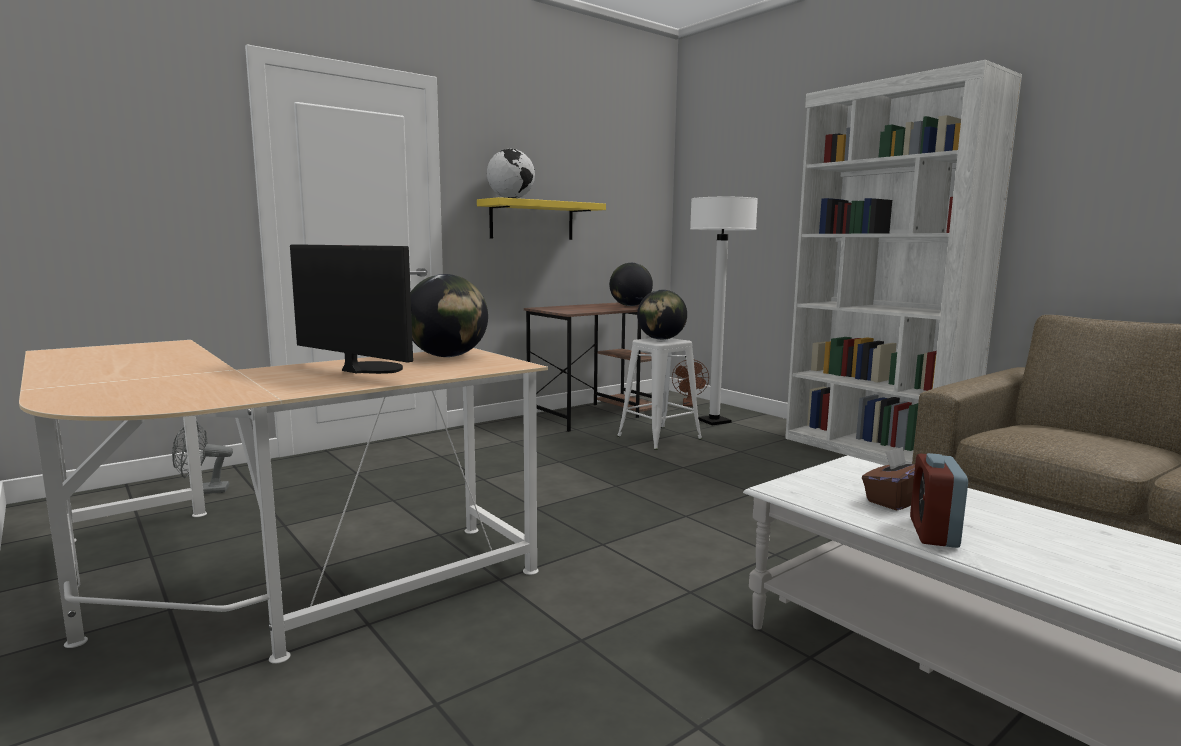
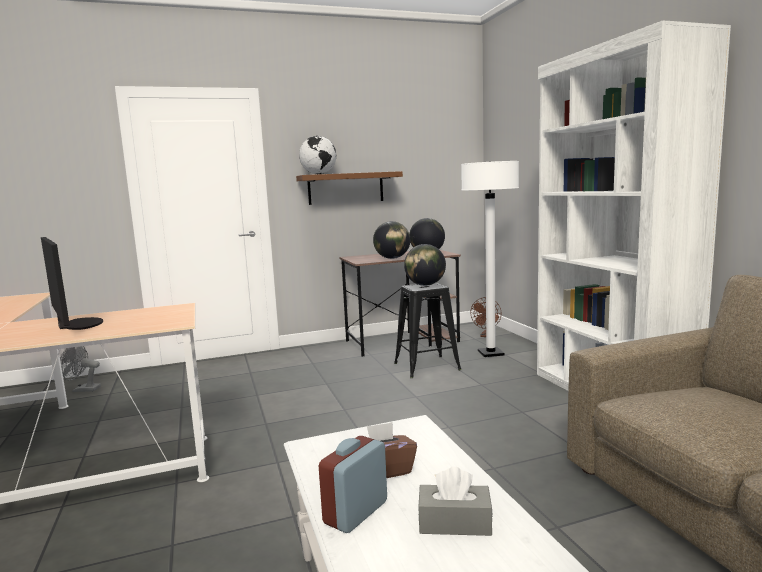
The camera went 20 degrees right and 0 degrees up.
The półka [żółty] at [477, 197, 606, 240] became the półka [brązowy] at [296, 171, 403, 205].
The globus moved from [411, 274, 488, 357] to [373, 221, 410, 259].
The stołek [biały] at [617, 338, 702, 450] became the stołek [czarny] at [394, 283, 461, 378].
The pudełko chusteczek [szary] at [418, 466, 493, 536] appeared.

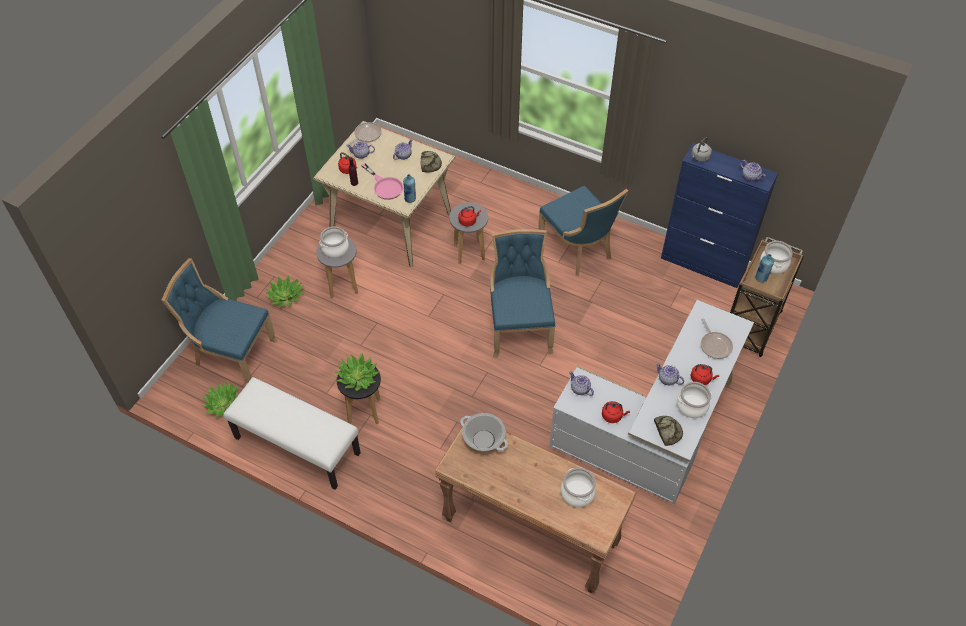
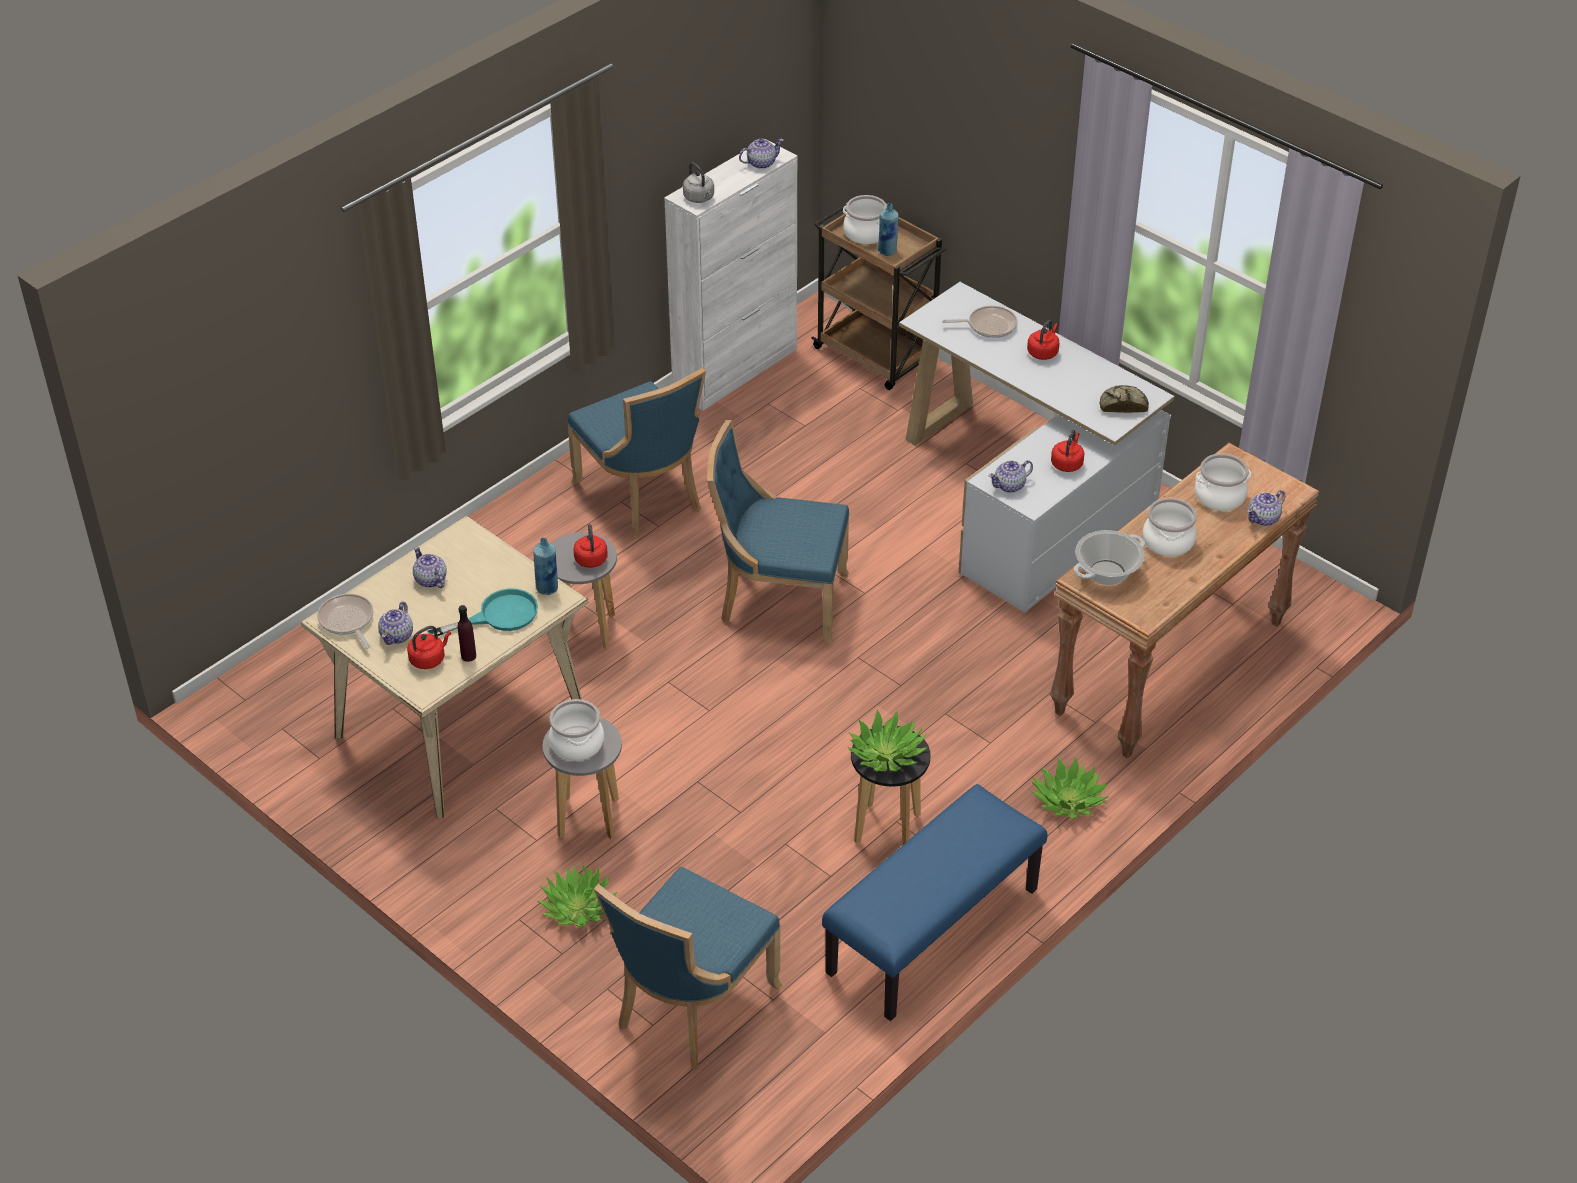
The camera went 75 degrees left and 10 degrees down.
The patelnia [różowy] at [361, 163, 403, 200] became the patelnia [turkusowy] at [427, 588, 538, 636].
The krzesło [niebieski] at [538, 186, 628, 276] turned 75 degrees clockwise.
The szafka [niebieski] at [661, 143, 778, 288] became the szafka [biały] at [664, 142, 797, 411].
The ławka [biały] at [223, 377, 360, 490] became the ławka [niebieski] at [822, 784, 1047, 1021].
The roślina doniczkowa moved from [201, 382, 239, 417] to [1032, 757, 1108, 819].
The garnek moved from [677, 382, 712, 418] to [1143, 498, 1197, 557].
The imbryk moved from [655, 363, 684, 385] to [1247, 490, 1285, 526].
The chleb at [421, 151, 442, 173] disappeared.

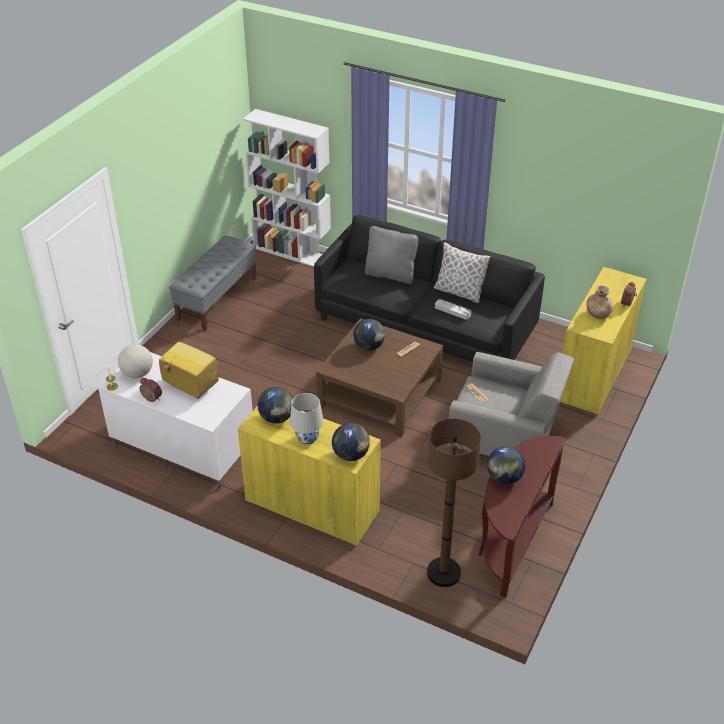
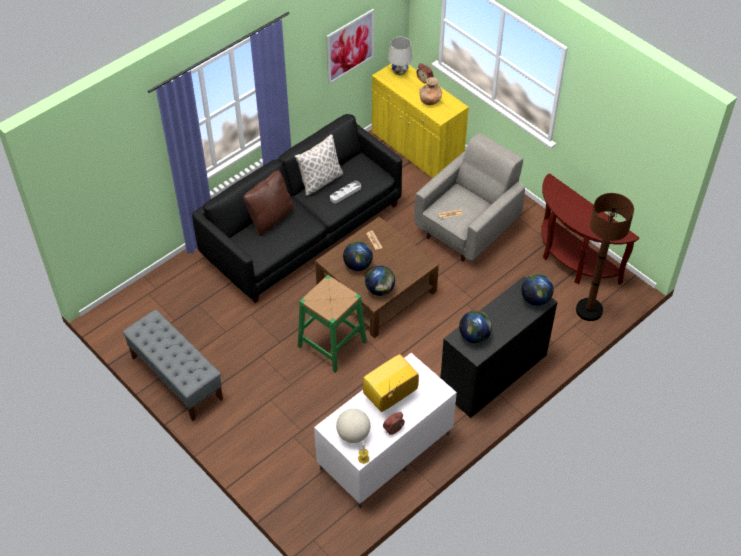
The camera went 70 degrees left and 10 degrees up.
The poduszka [szary] at [365, 226, 418, 284] became the poduszka [brązowy] at [243, 170, 294, 236].
The stołek [zielony] at [298, 275, 367, 373] appeared.
The obraz at [326, 9, 374, 84] appeared.
The globus moved from [487, 446, 526, 484] to [365, 266, 395, 296].
The lampa stołowa [biały] moved from [290, 393, 324, 444] to [388, 37, 412, 75].
The szafka [żółty] at [238, 406, 381, 546] became the szafka [czarny] at [440, 276, 558, 418].
The regał [biały] at [243, 109, 331, 267] disappeared.

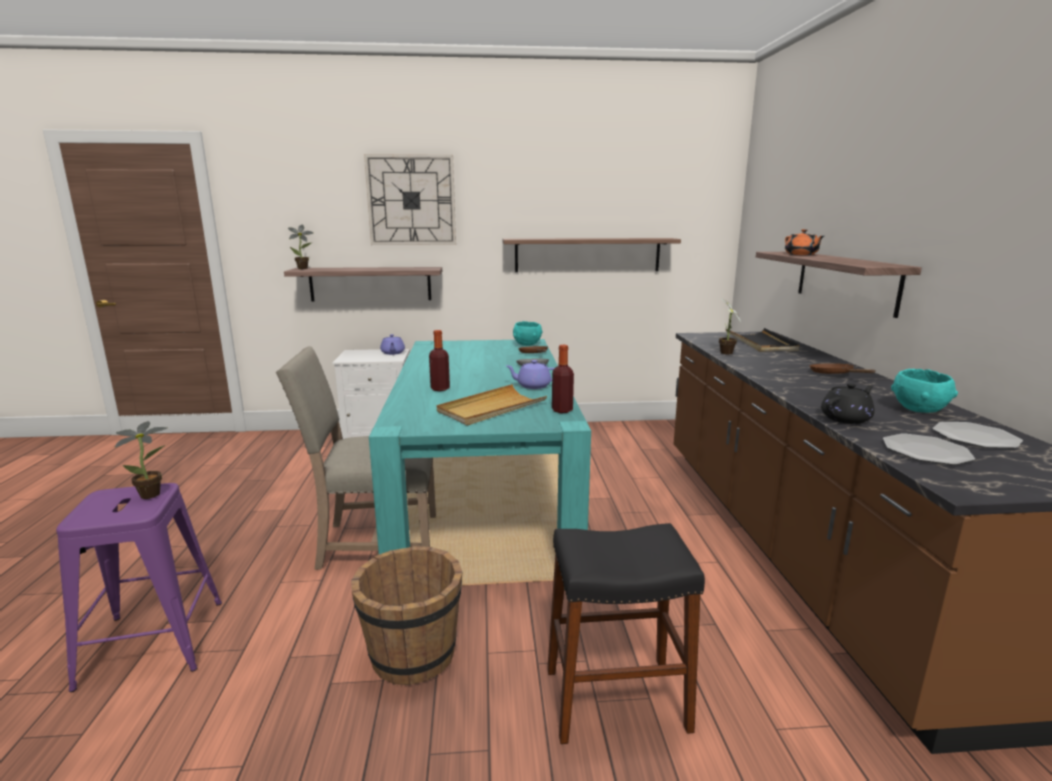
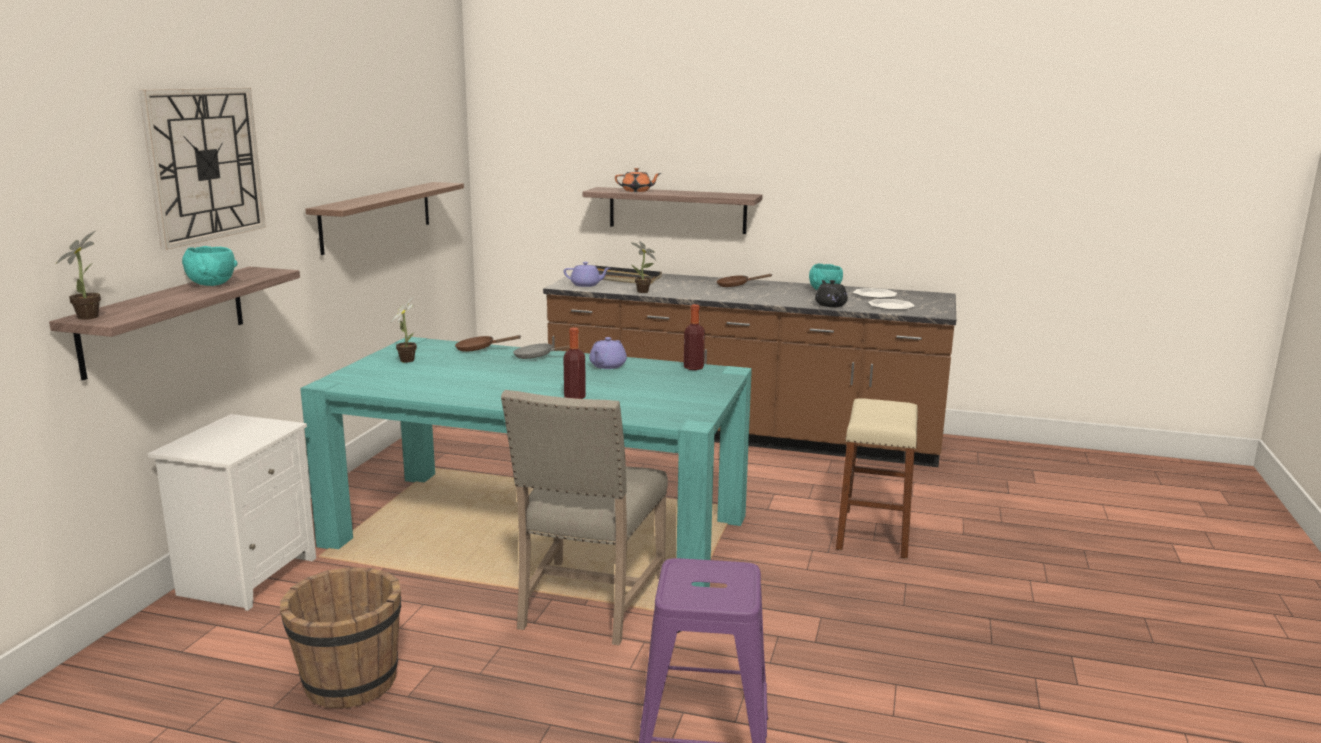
The camera went 70 degrees left and 0 degrees up.
The miska [turkusowy] moved from [513, 321, 543, 346] to [182, 246, 237, 286].
The wiadro [brązowy] moved from [351, 546, 463, 685] to [280, 567, 401, 708].
The roślina doniczkowa moved from [114, 421, 167, 499] to [391, 297, 417, 362].
The imbryk [fioletowy] moved from [380, 334, 405, 355] to [564, 262, 610, 287].
The stołek [czarny] at [547, 523, 705, 744] became the stołek [beżowy] at [836, 398, 918, 559].
The taca [beżowy] at [437, 384, 547, 426] disappeared.

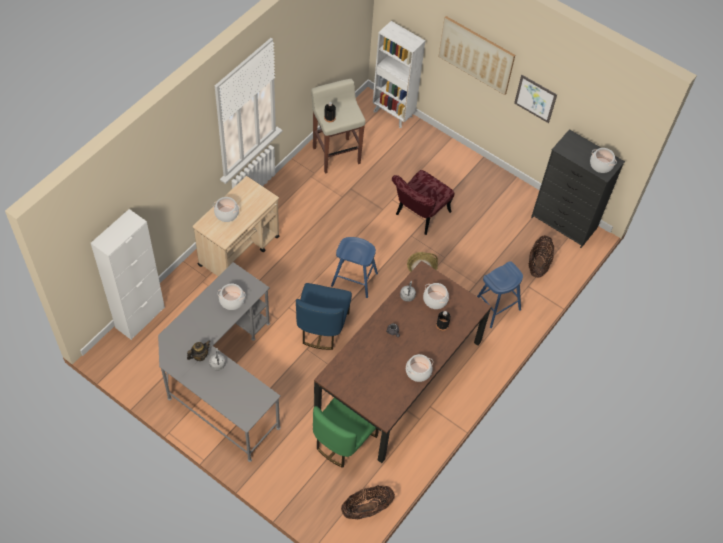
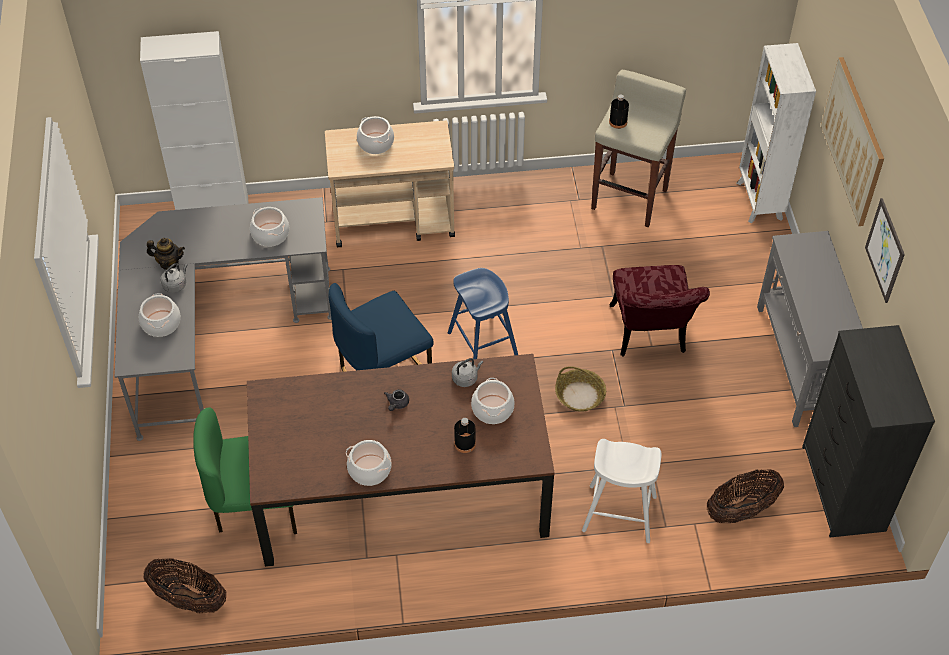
The camera went 50 degrees right and 5 degrees down.
The garnek moved from [590, 148, 617, 173] to [138, 293, 181, 337].
The stołek [niebieski] at [477, 261, 523, 328] became the stołek [biały] at [582, 439, 661, 543].
The krzesło [czerwony] at [392, 170, 454, 235] turned 90 degrees counterclockwise.
The stolik konsolowy [szary] at [757, 231, 863, 427] appeared.

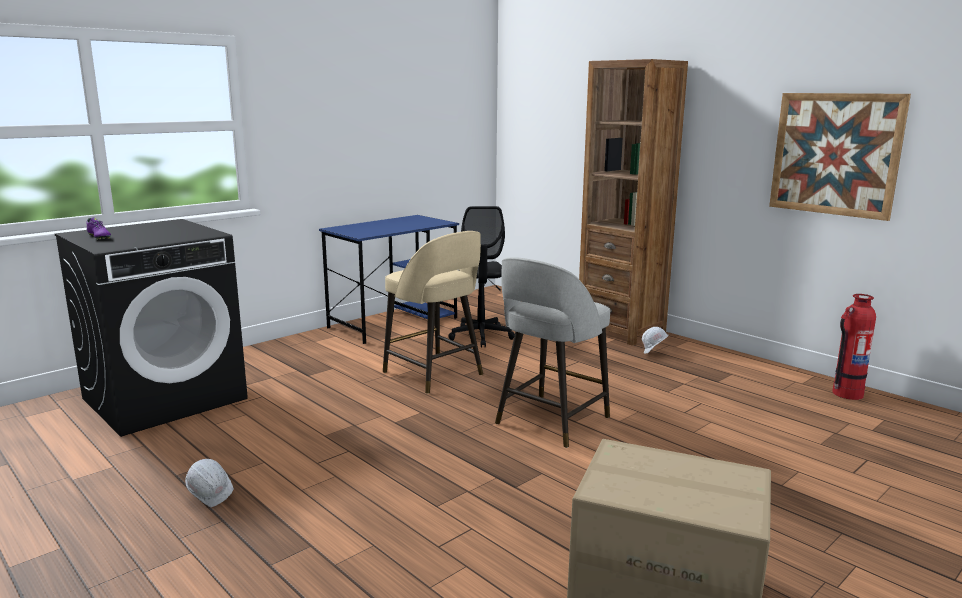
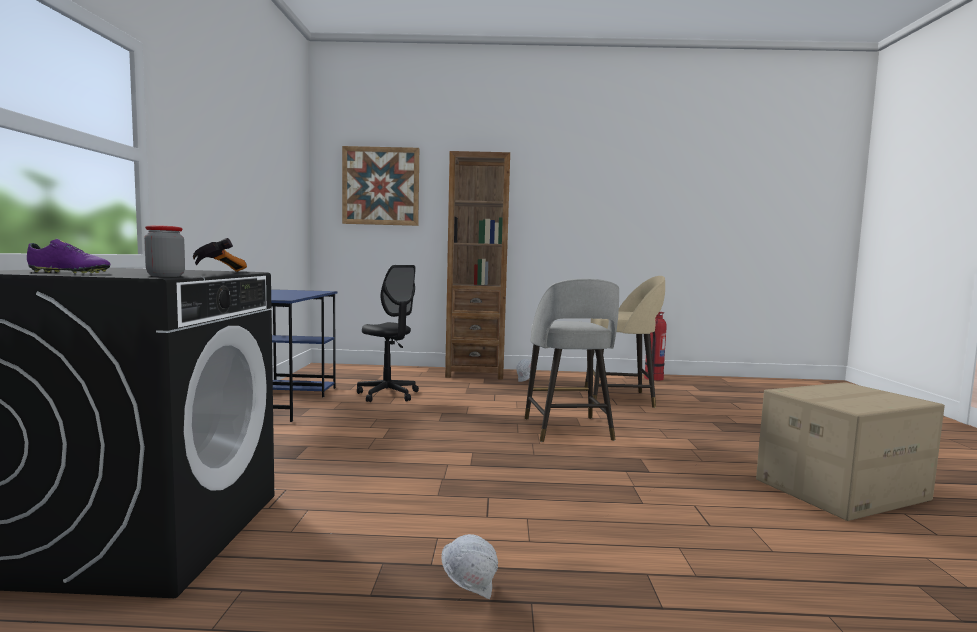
The camera went 45 degrees left and 10 degrees down.
The słoik at [144, 225, 185, 277] appeared.
The młotek at [193, 238, 247, 272] appeared.
The obraz moved from [769, 93, 911, 221] to [342, 146, 419, 226].
The stołek [beżowy] moved from [383, 231, 483, 394] to [585, 276, 665, 408].

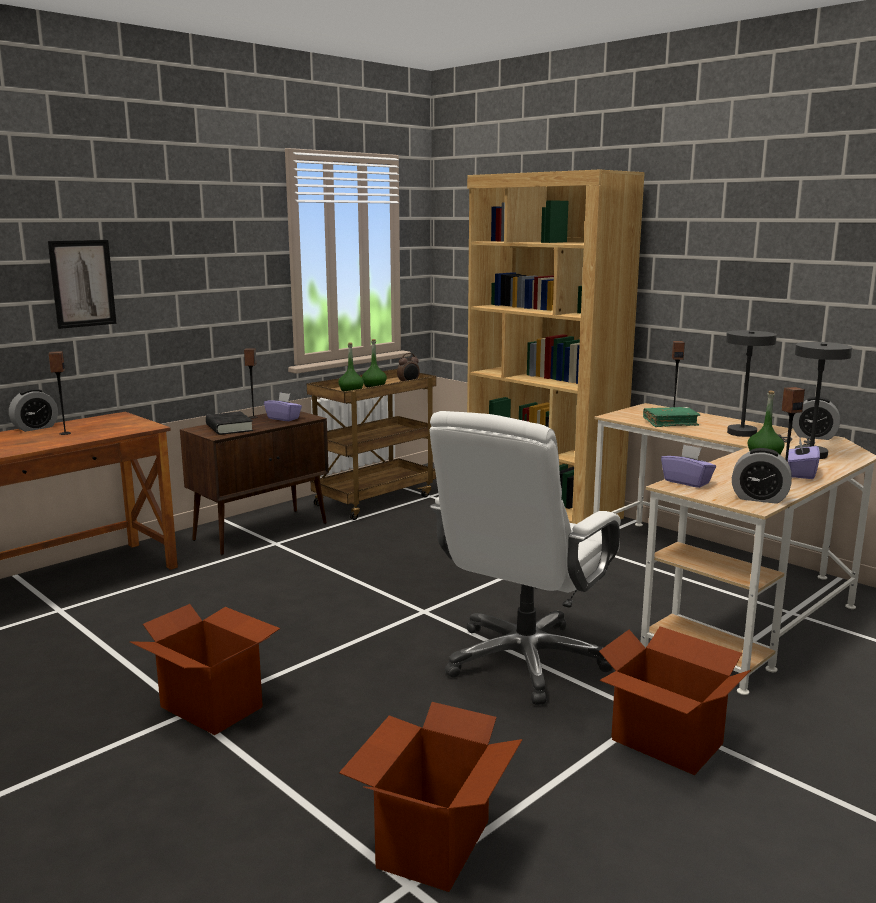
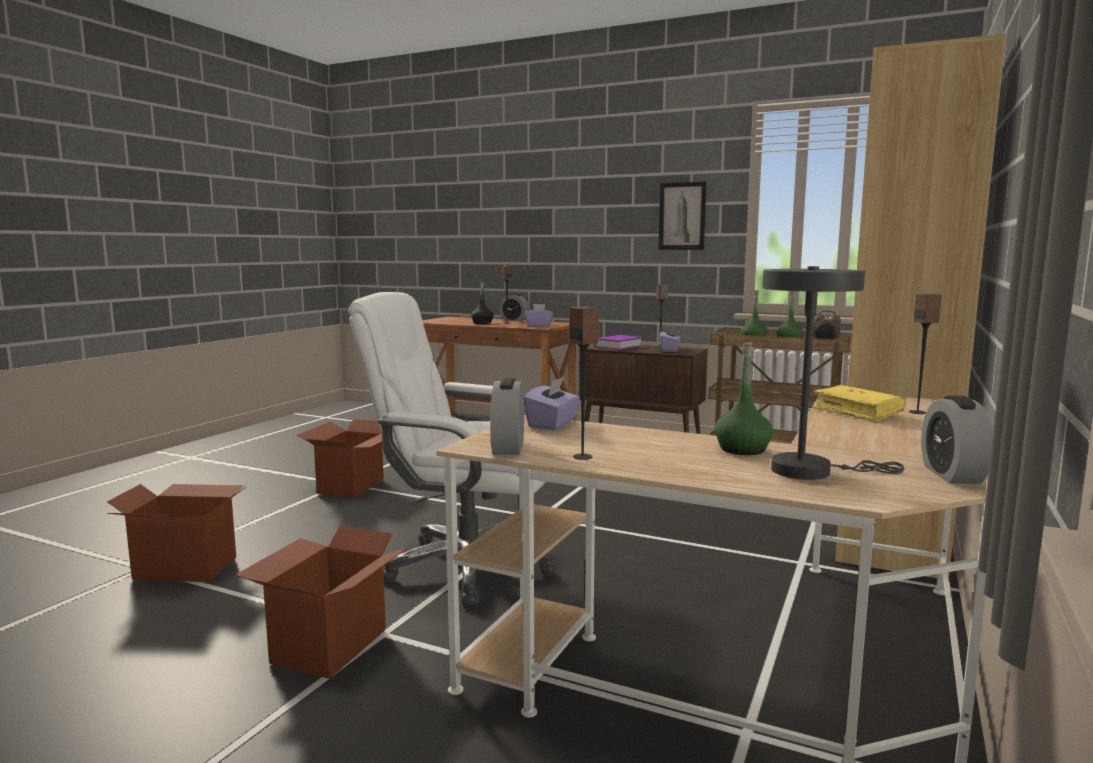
The camera went 70 degrees right and 5 degrees down.
The butelka [czarny] at [471, 281, 494, 324] appeared.
The pudełko chusteczek [fioletowy] moved from [788, 438, 820, 479] to [525, 304, 553, 327].
The książka [czarny] at [206, 411, 253, 435] became the książka [fioletowy] at [595, 335, 642, 350].
The obraz moved from [48, 240, 117, 329] to [658, 181, 706, 250].
The książka [zielony] at [643, 407, 700, 427] became the książka [żółty] at [813, 385, 906, 423].
The lampa stołowa [szary] at [726, 330, 792, 442] disappeared.

